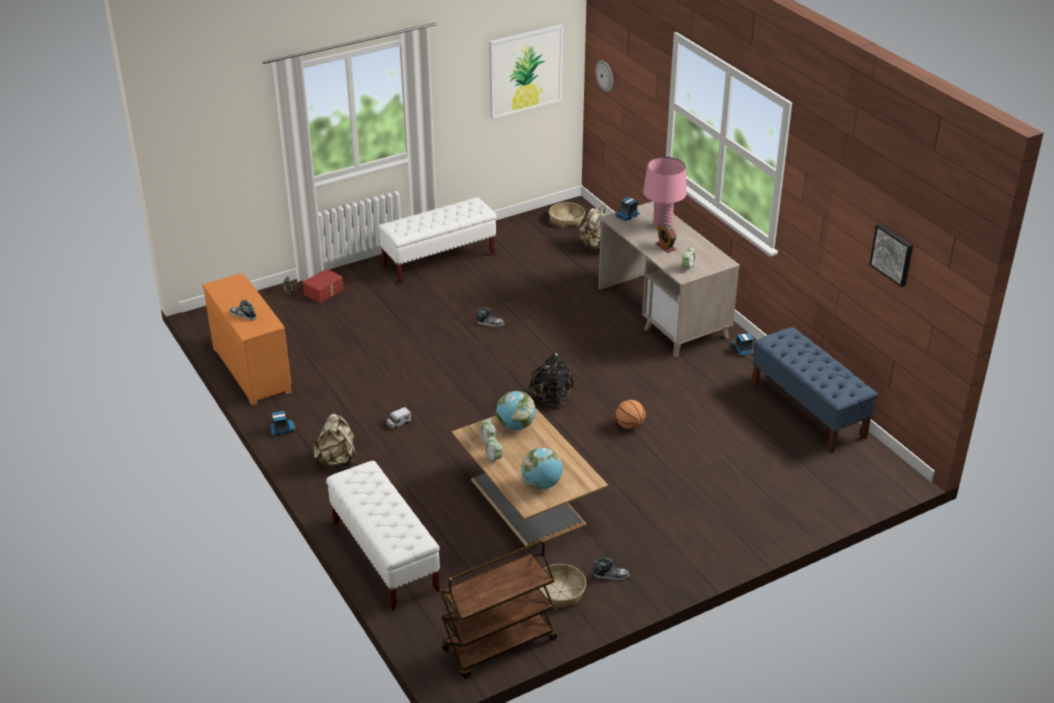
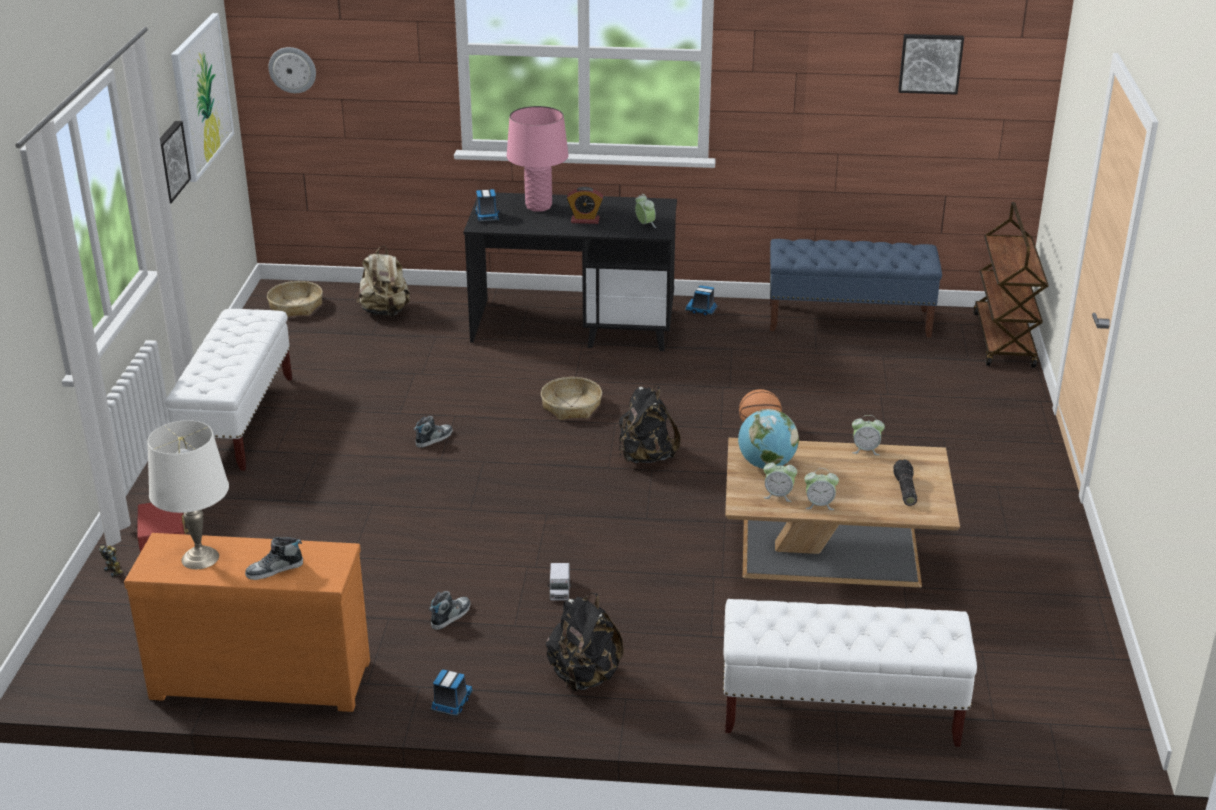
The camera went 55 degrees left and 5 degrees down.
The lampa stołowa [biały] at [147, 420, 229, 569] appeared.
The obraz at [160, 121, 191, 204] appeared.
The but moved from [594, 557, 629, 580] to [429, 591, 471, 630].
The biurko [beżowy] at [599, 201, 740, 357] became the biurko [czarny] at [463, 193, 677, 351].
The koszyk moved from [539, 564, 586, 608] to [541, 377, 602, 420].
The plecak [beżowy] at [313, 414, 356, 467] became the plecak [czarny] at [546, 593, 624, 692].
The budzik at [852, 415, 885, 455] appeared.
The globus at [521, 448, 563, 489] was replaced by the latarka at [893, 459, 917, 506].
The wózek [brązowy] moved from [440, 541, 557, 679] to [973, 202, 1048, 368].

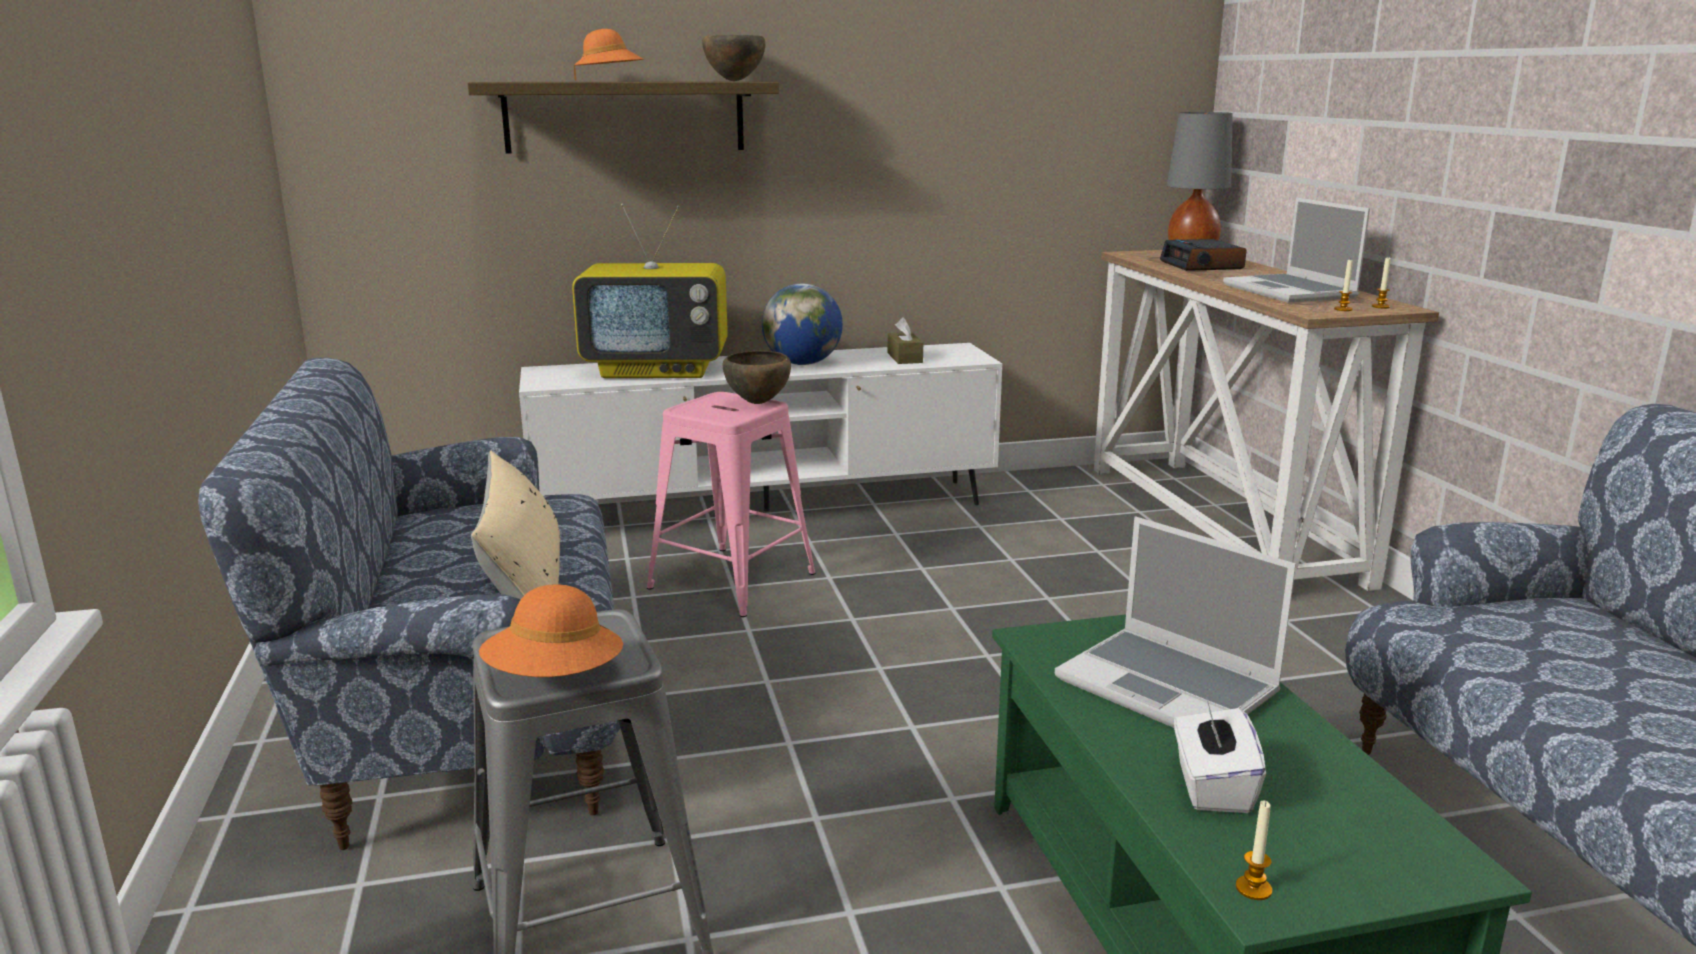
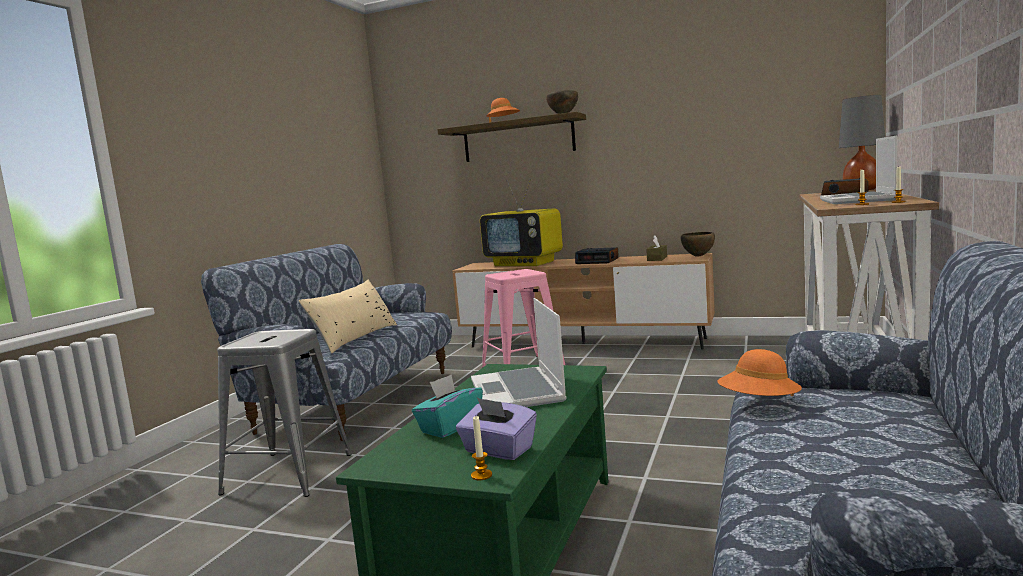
The camera went 35 degrees right and 10 degrees down.
The pudełko chusteczek [biały] at [1174, 699, 1266, 813] became the pudełko chusteczek [turkusowy] at [412, 375, 483, 438].
The szafka pod telewizor [biały] at [519, 343, 1002, 511] became the szafka pod telewizor [brązowy] at [452, 253, 715, 350].
The pudełko chusteczek [fioletowy] at [456, 398, 537, 460] appeared.
The świeca moved from [1236, 800, 1272, 900] to [471, 416, 492, 480].
The globus at [762, 283, 843, 365] was replaced by the budzik at [575, 247, 619, 264].
The miska [brązowy] moved from [723, 350, 791, 404] to [680, 232, 715, 257].
The kapelusz [pomarańczowy] moved from [479, 584, 623, 677] to [717, 349, 802, 396].

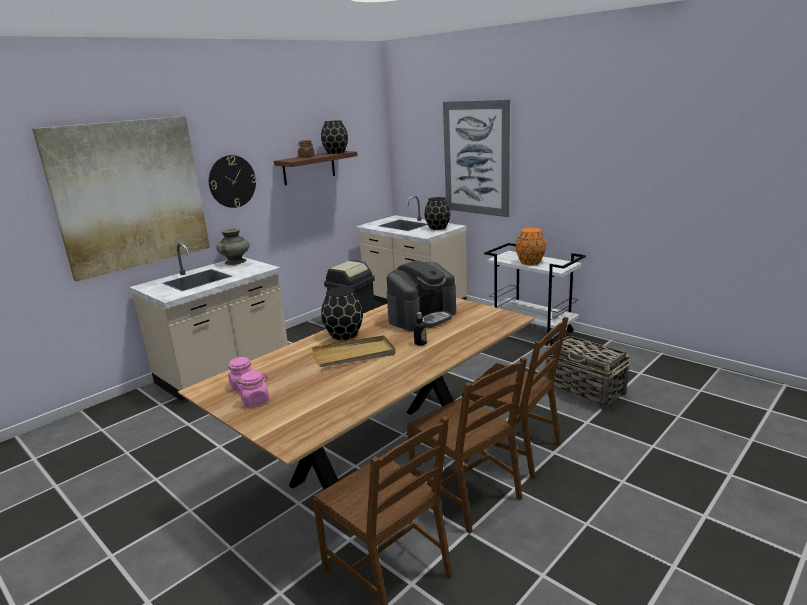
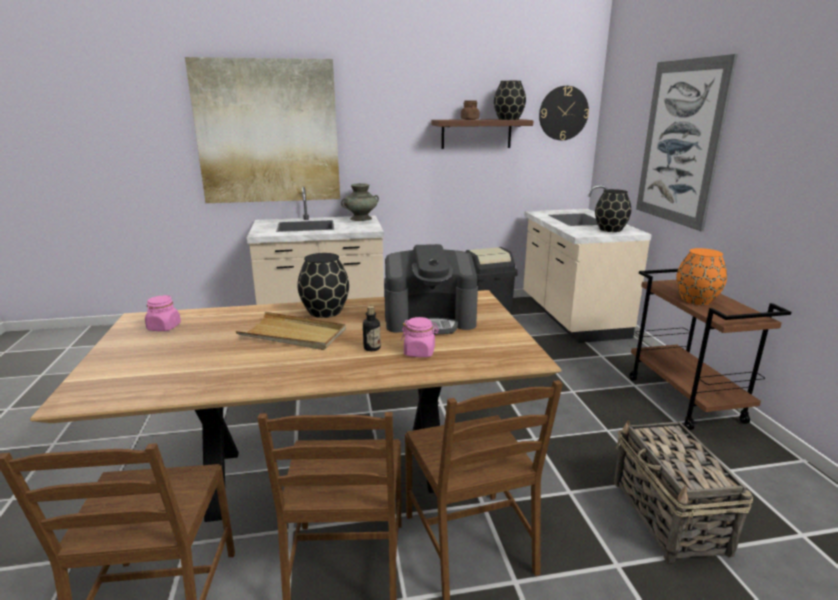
The camera went 35 degrees right and 0 degrees up.
The słoik [różowy] moved from [237, 371, 269, 407] to [401, 317, 439, 357].
The zegar ścienny moved from [209, 155, 257, 208] to [539, 86, 589, 140].
The wózek [biały] at [484, 243, 586, 345] became the wózek [brązowy] at [629, 269, 791, 430].

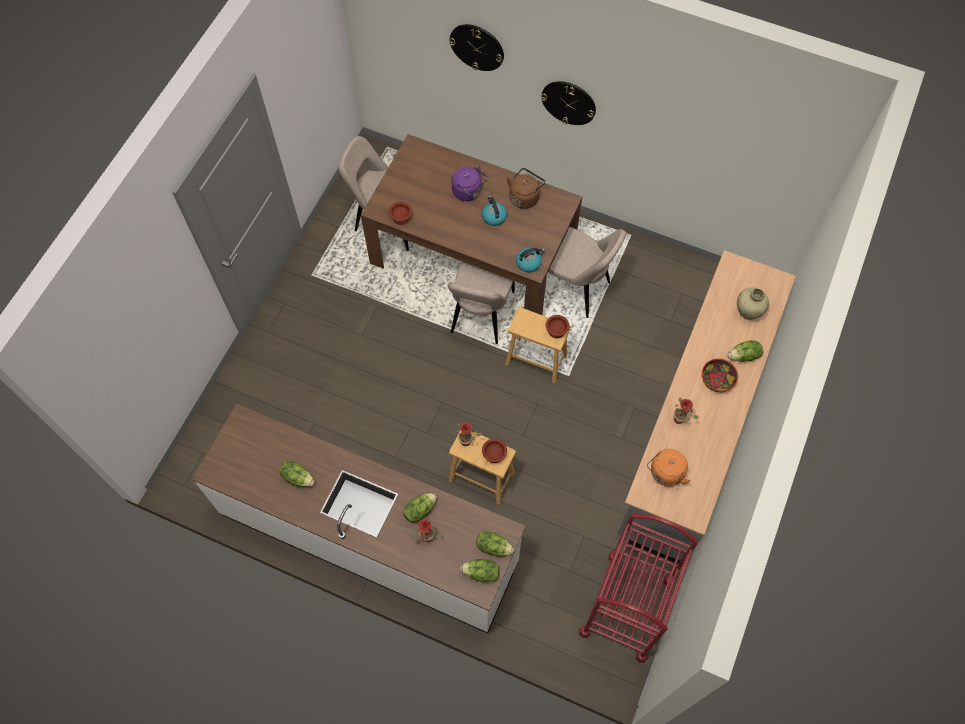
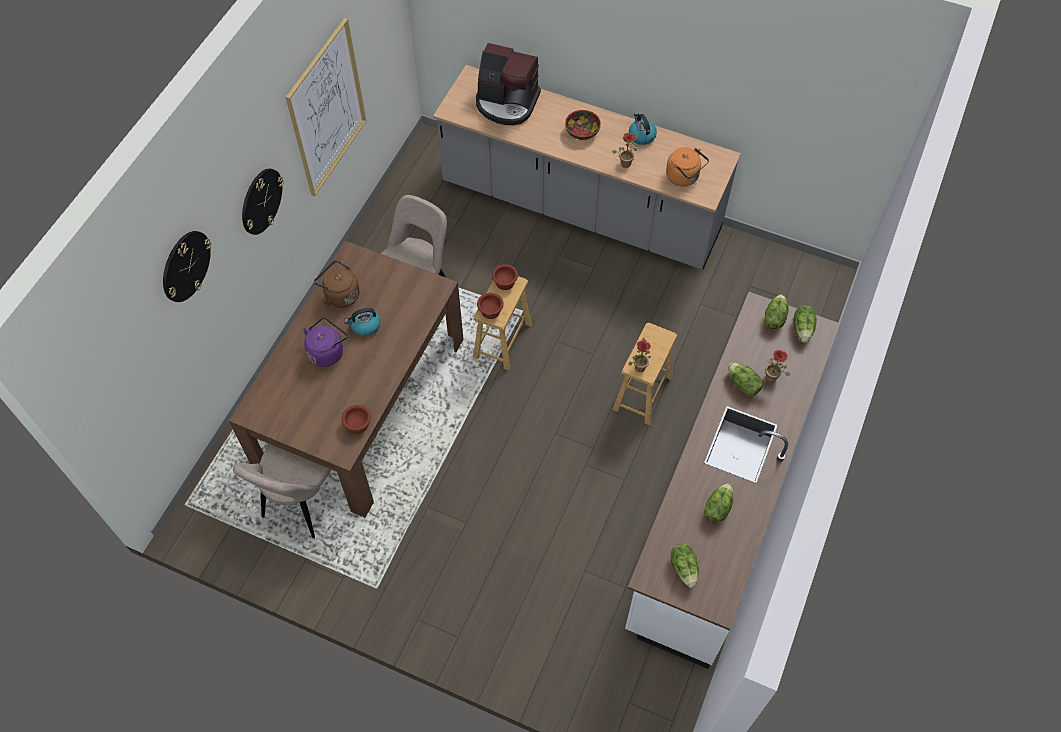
The camera went 90 degrees left and 5 degrees down.
The obraz at [286, 18, 367, 196] appeared.
The wazon [beżowy] at [737, 287, 769, 320] was replaced by the ekspres do kawy at [476, 43, 541, 126].
The miska [brązowy] moved from [482, 439, 507, 463] to [477, 293, 504, 319].
The czajnik moved from [516, 248, 545, 272] to [629, 113, 657, 145].
The sałata moved from [728, 340, 763, 362] to [671, 544, 699, 588].
The krzesło [beżowy] at [448, 261, 515, 344] disappeared.
The wózek [czerwony] at [579, 514, 698, 663] disappeared.

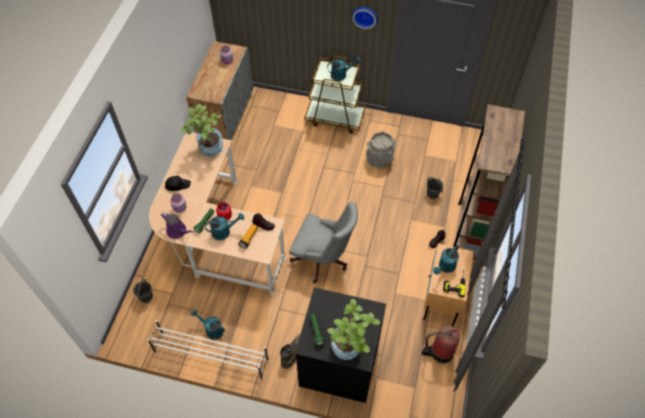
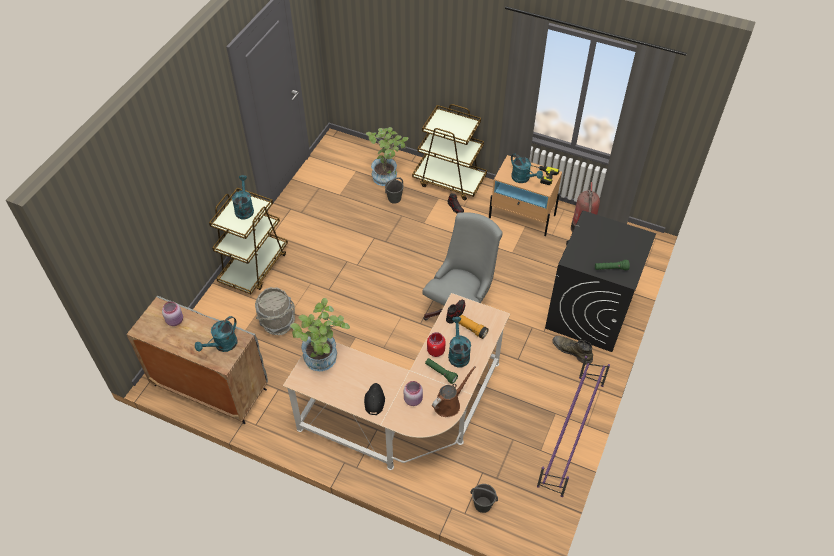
The camera went 80 degrees left and 5 degrees down.
The konewka [turkusowy] moved from [191, 309, 225, 339] to [195, 316, 238, 352].
The wiadro [szary] moved from [366, 132, 396, 168] to [255, 287, 295, 335].
The roślina doniczkowa moved from [327, 299, 380, 360] to [366, 127, 408, 186].
The regał [brązowy] at [453, 104, 525, 260] was replaced by the wózek [brązowy] at [412, 104, 487, 200].
The konewka [fioletowy] at [161, 212, 193, 239] became the konewka [brązowy] at [432, 366, 476, 417].
The regał na buty [biały] at [147, 320, 269, 380] became the regał na buty [fioletowy] at [537, 356, 610, 497].
The zegar ścienny at [352, 7, 378, 29] disappeared.

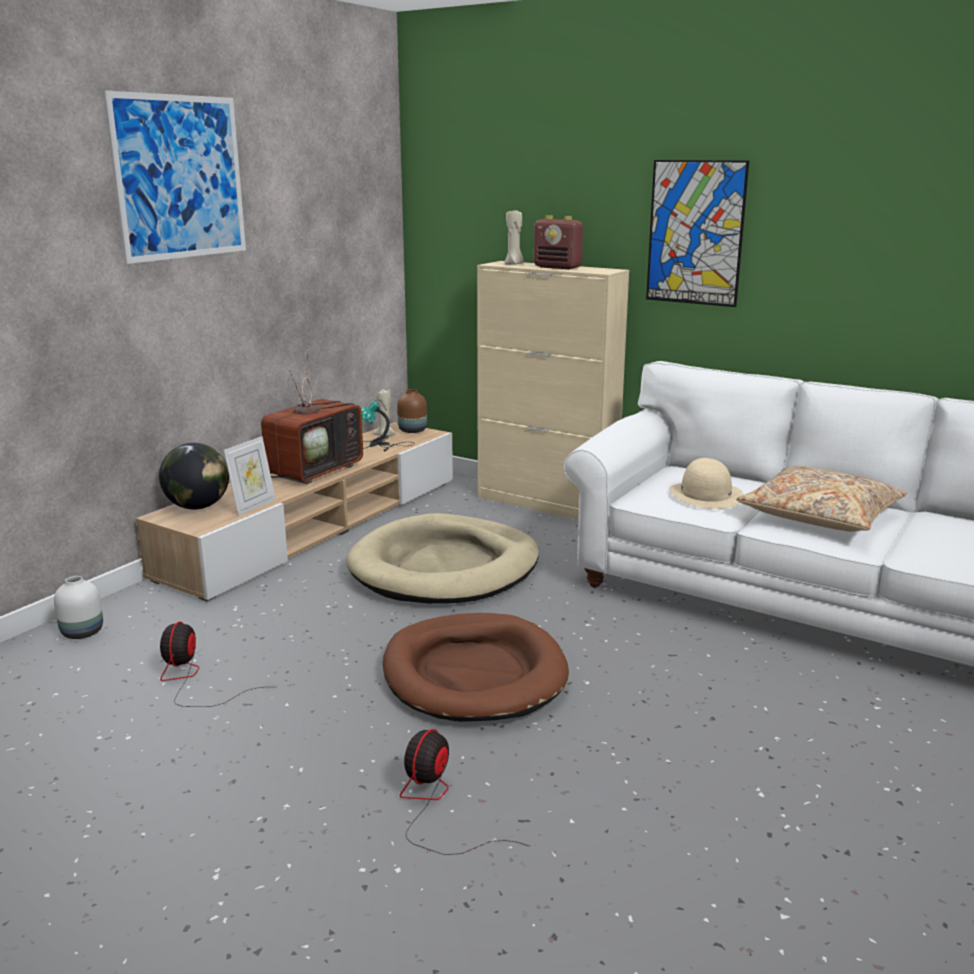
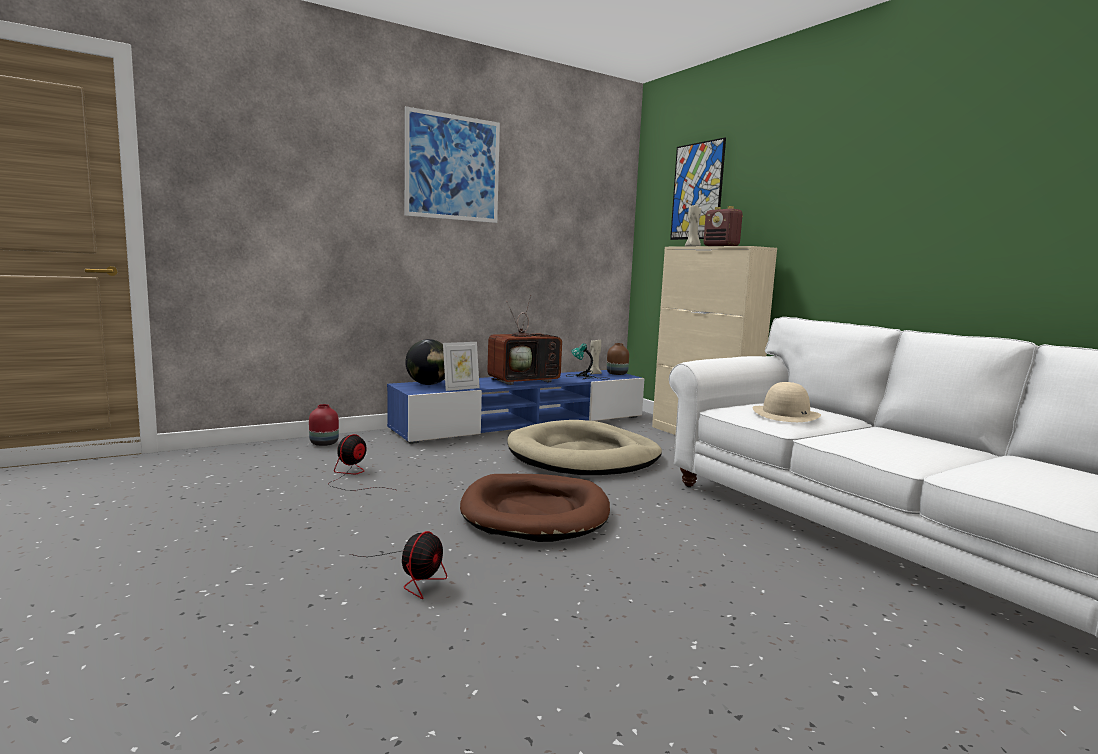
The camera went 25 degrees right and 10 degrees down.
The wazon [biały] at [54, 576, 103, 639] became the wazon [czerwony] at [309, 404, 339, 446].
The wentylator at [400, 729, 529, 855] turned 150 degrees clockwise.
The szafka pod telewizor [beżowy] at [136, 422, 453, 601] became the szafka pod telewizor [niebieski] at [387, 370, 645, 444].
The obraz moved from [646, 160, 749, 307] to [670, 138, 726, 240].
The poduszka [beżowy] at [736, 466, 907, 532] disappeared.

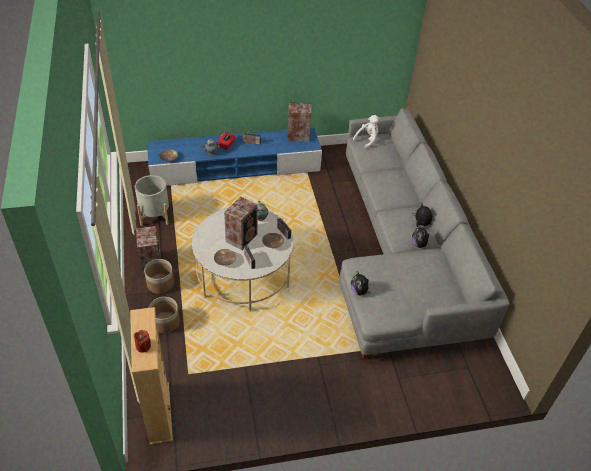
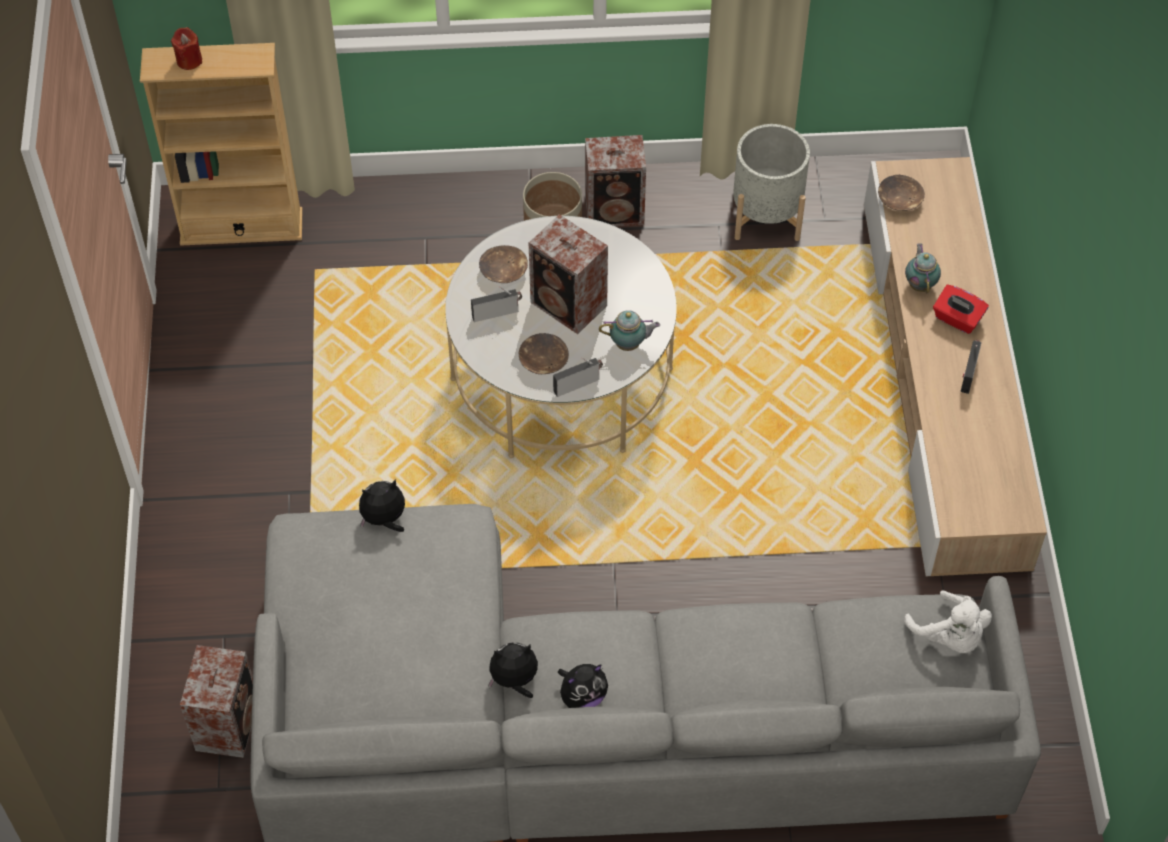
The camera went 100 degrees right and 10 degrees up.
The głośnik moved from [287, 103, 311, 142] to [180, 645, 253, 758].
The szafka pod telewizor [niebieski] at [147, 128, 322, 186] became the szafka pod telewizor [beżowy] at [864, 157, 1047, 576].
The donica at [149, 297, 180, 333] disappeared.

